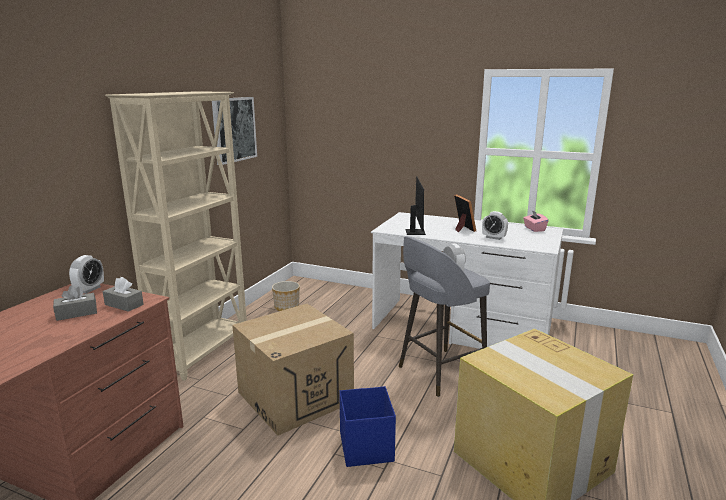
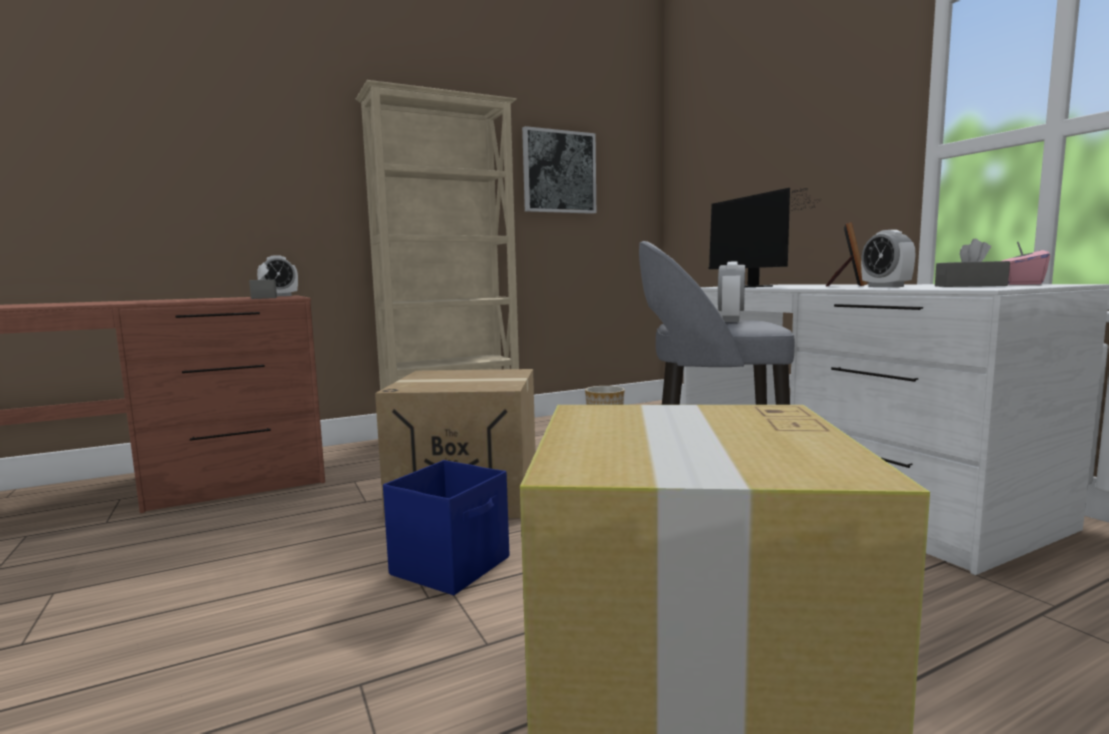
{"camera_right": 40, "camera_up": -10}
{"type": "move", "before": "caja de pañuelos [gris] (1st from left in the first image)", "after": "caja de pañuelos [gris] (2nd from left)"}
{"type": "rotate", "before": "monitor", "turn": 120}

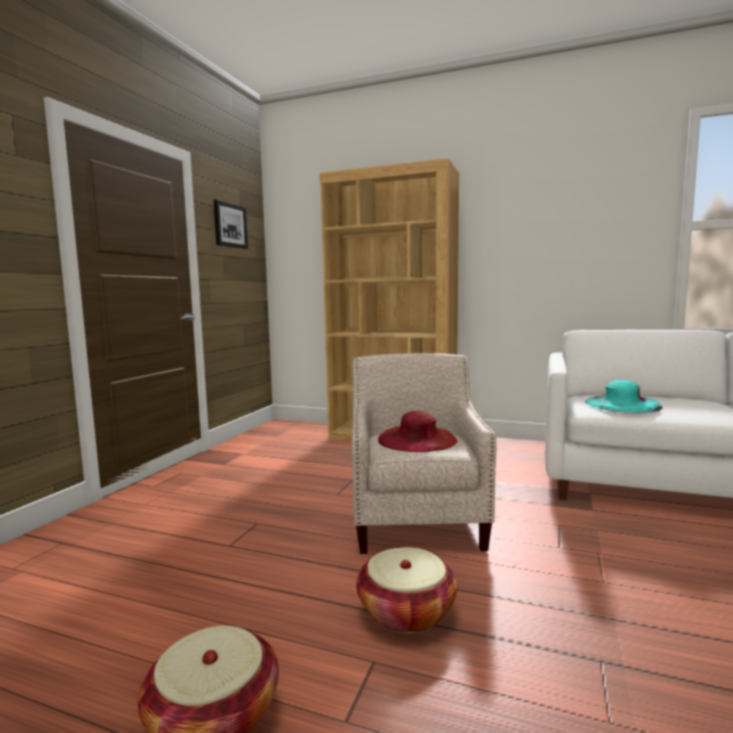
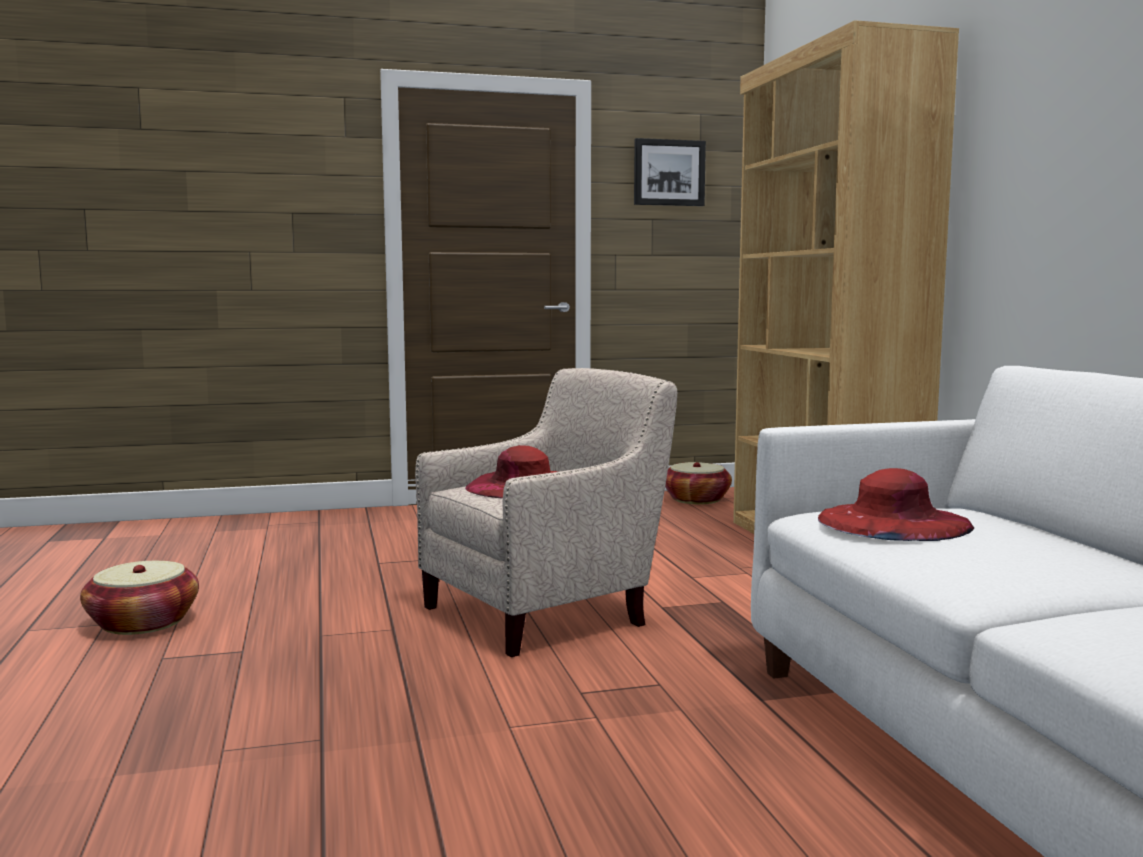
{"camera_right": 55, "camera_up": 0}
{"type": "move", "before": "cesta (2nd from left)"}
{"type": "recolor", "before": "sombrero [turquesa]", "after": "sombrero [rojo] (2nd from left)"}

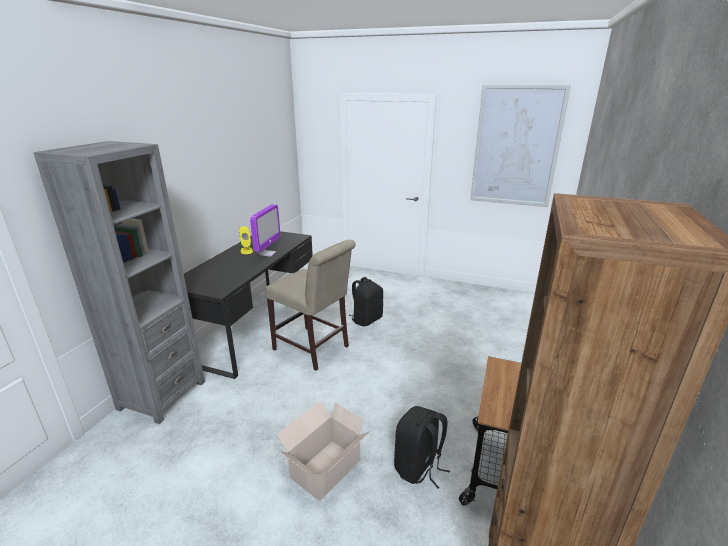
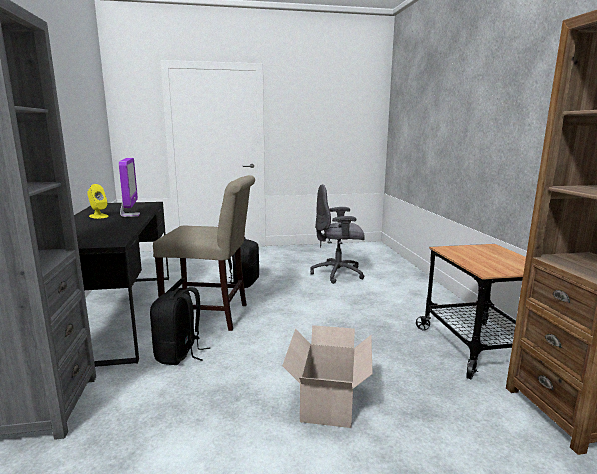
{"camera_right": -30, "camera_up": -10}
{"type": "delete", "before": "cuadro"}
{"type": "insert", "after": "silla de oficina [gris]"}
{"type": "move", "before": "mochila [negro] (2nd from left in the first image)", "after": "mochila [negro] (1st from left)"}

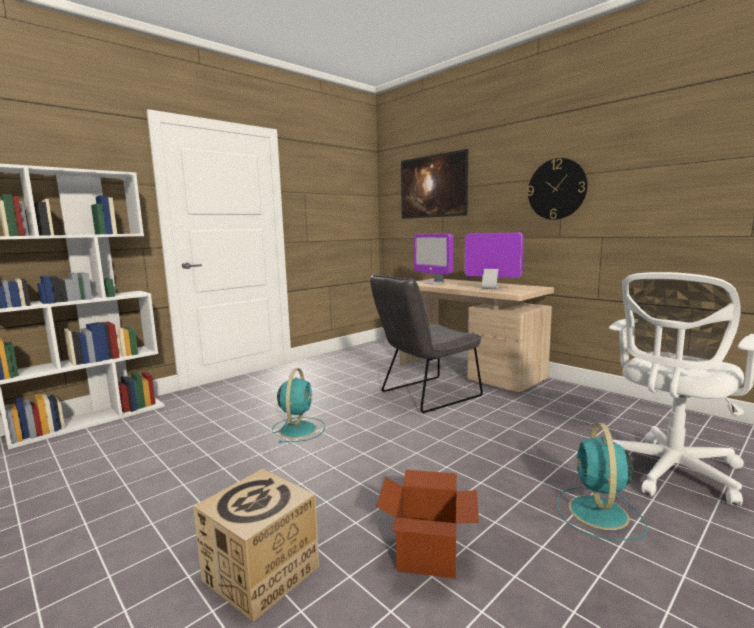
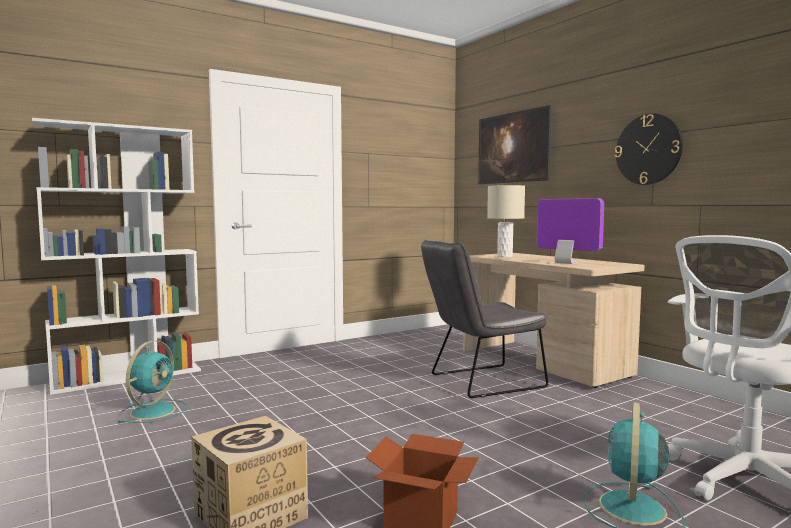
{"camera_right": 10, "camera_up": -5}
{"type": "move", "before": "ventilador [turquesa] (1st from left)"}
{"type": "replace", "before": "monitor (1st from left)", "after": "lámpara de mesa [beis]"}

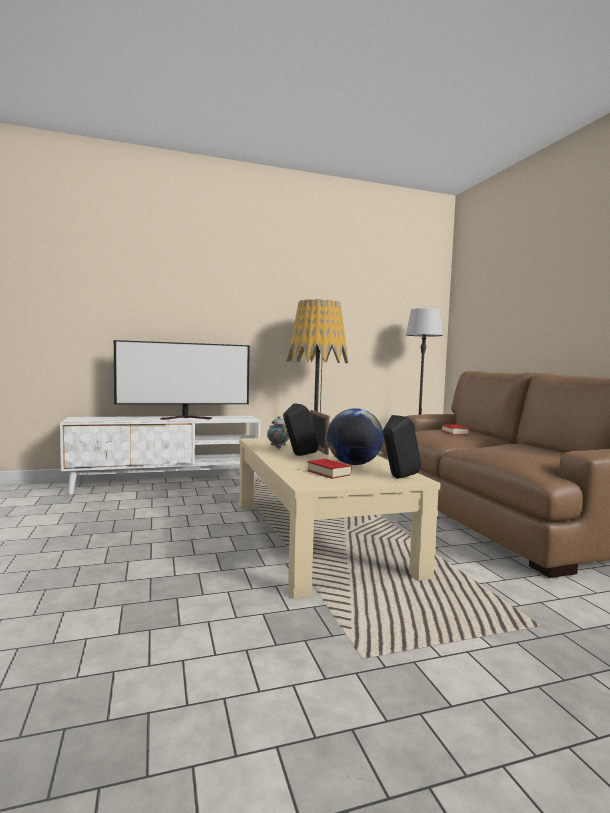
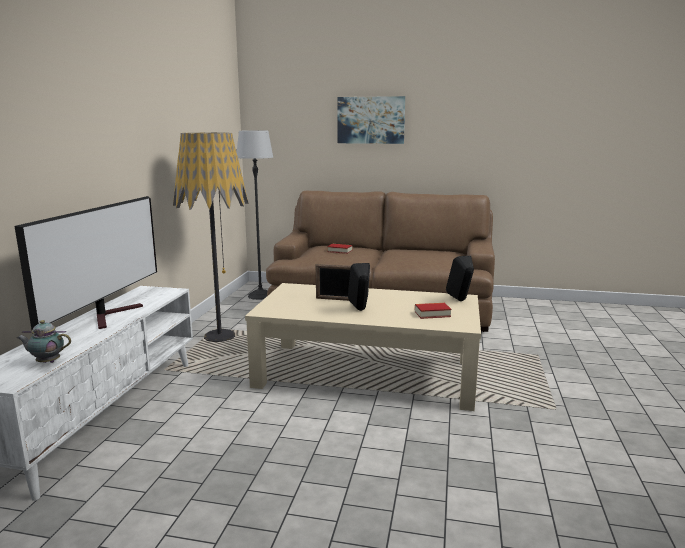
{"camera_right": -60, "camera_up": 10}
{"type": "delete", "before": "globo terráqueo"}
{"type": "insert", "after": "cuadro"}
{"type": "move", "before": "tetera"}

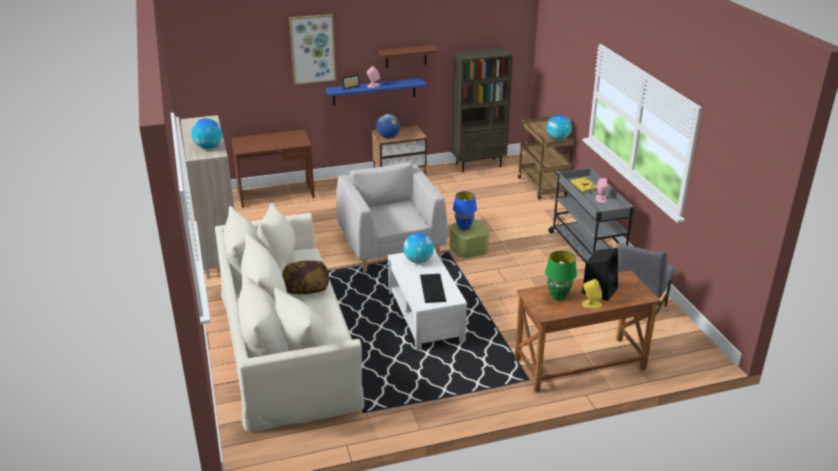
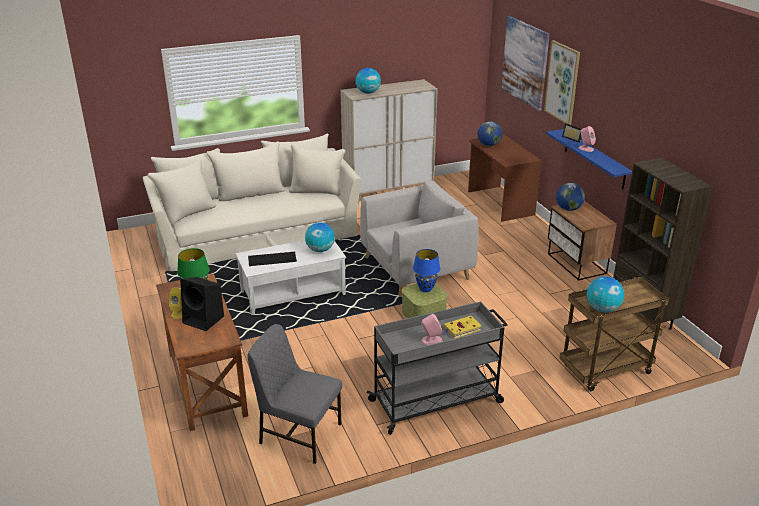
{"camera_right": 85, "camera_up": 0}
{"type": "delete", "before": "cojín"}
{"type": "delete", "before": "estante [marrón]"}
{"type": "insert", "after": "globo terráqueo (3rd from left)"}
{"type": "insert", "after": "cuadro (1st from left)"}

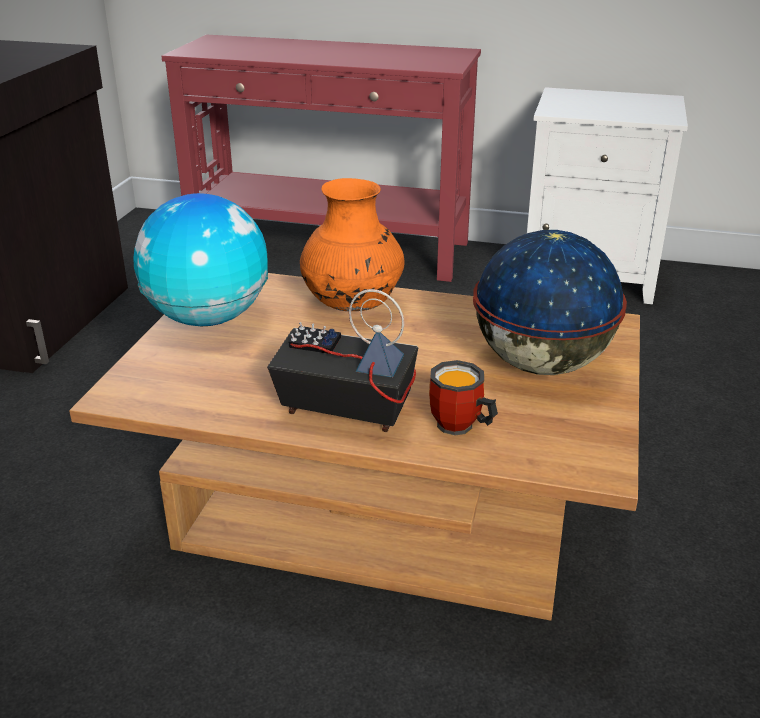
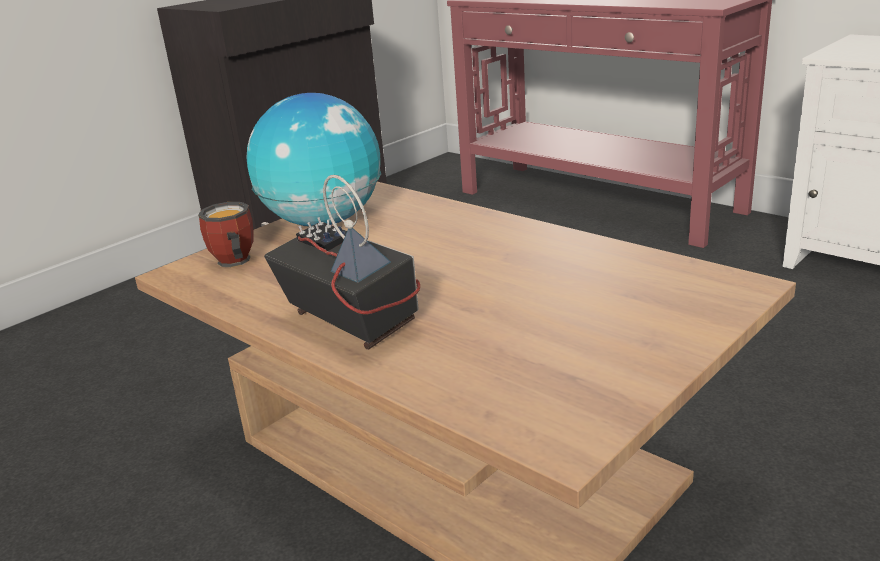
{"camera_right": 30, "camera_up": -5}
{"type": "delete", "before": "florero [naranja]"}
{"type": "delete", "before": "globo terráqueo (2nd from left)"}
{"type": "move", "before": "taza grande"}

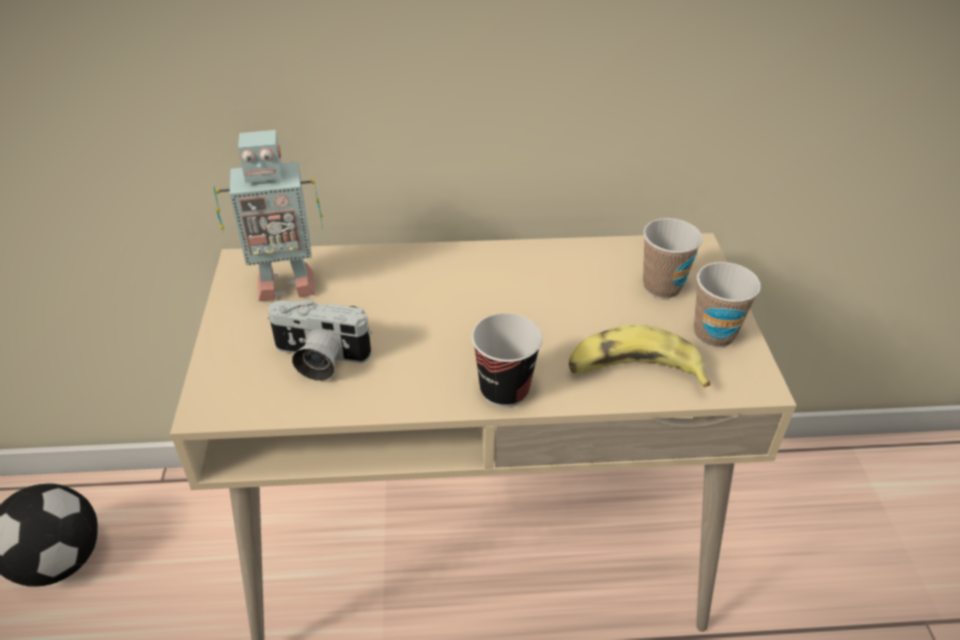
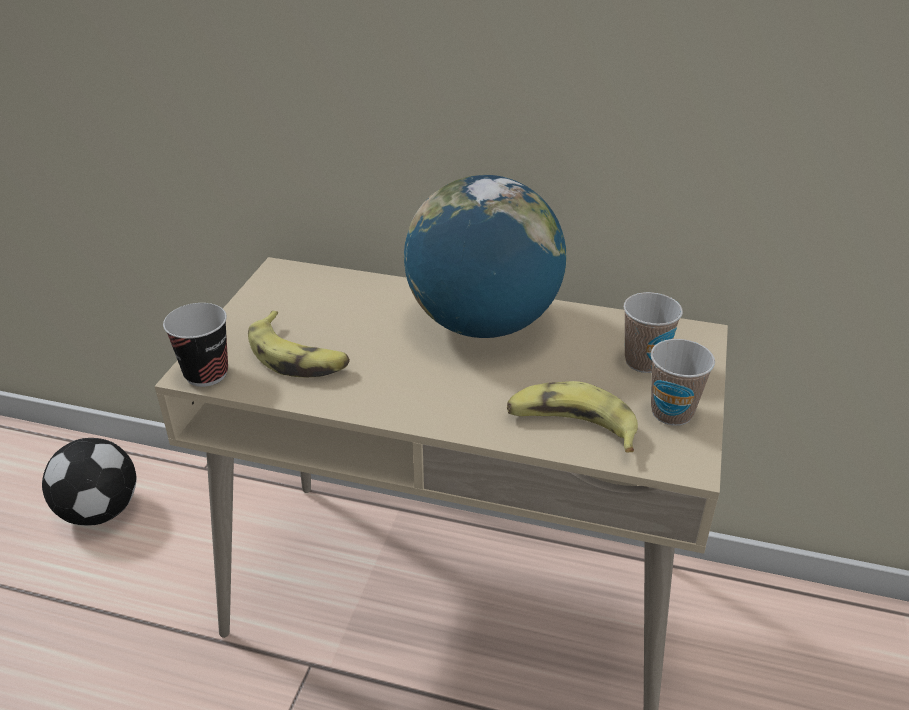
{"camera_right": 20, "camera_up": -5}
{"type": "delete", "before": "robot de juguete"}
{"type": "insert", "after": "globo terráqueo"}
{"type": "move", "before": "taza (1st from left)"}
{"type": "replace", "before": "cámara", "after": "plátano (1st from left)"}

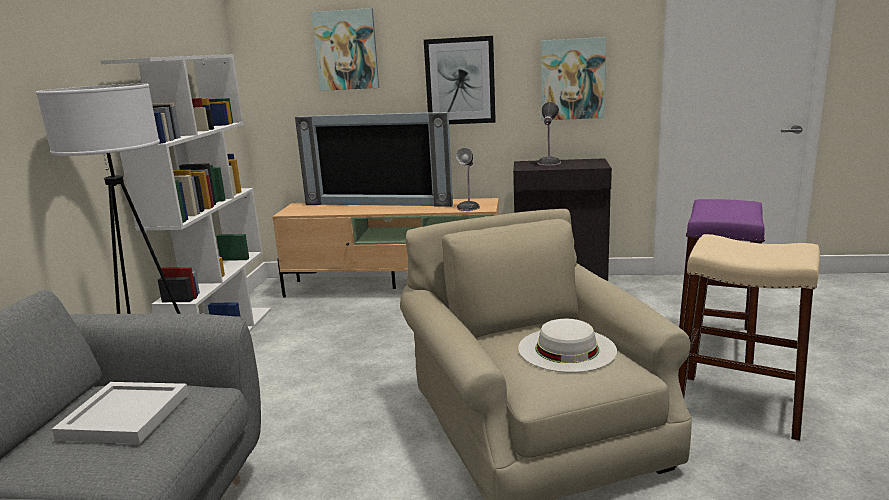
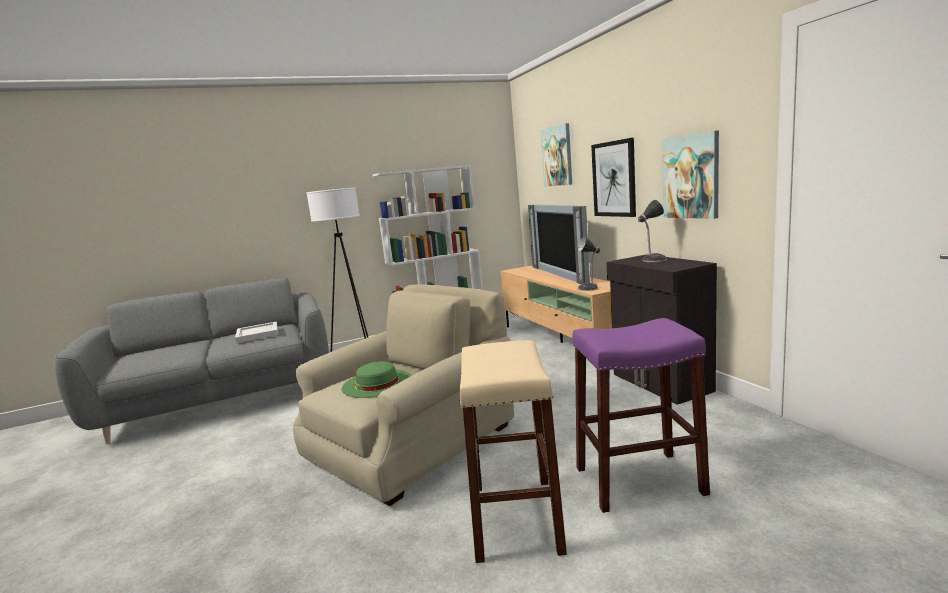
{"camera_right": 60, "camera_up": -5}
{"type": "recolor", "before": "sombrero [blanco]", "after": "sombrero [verde]"}

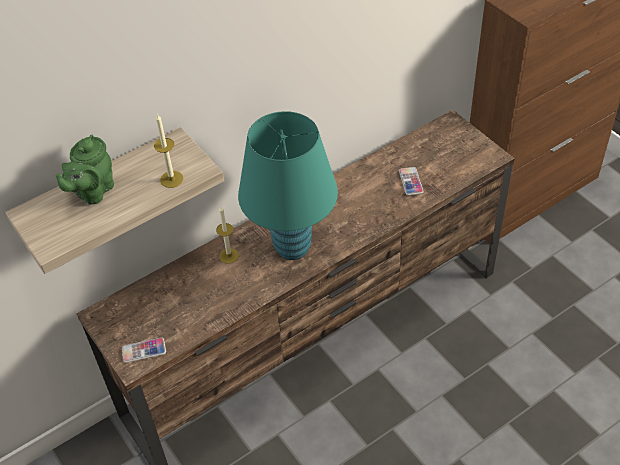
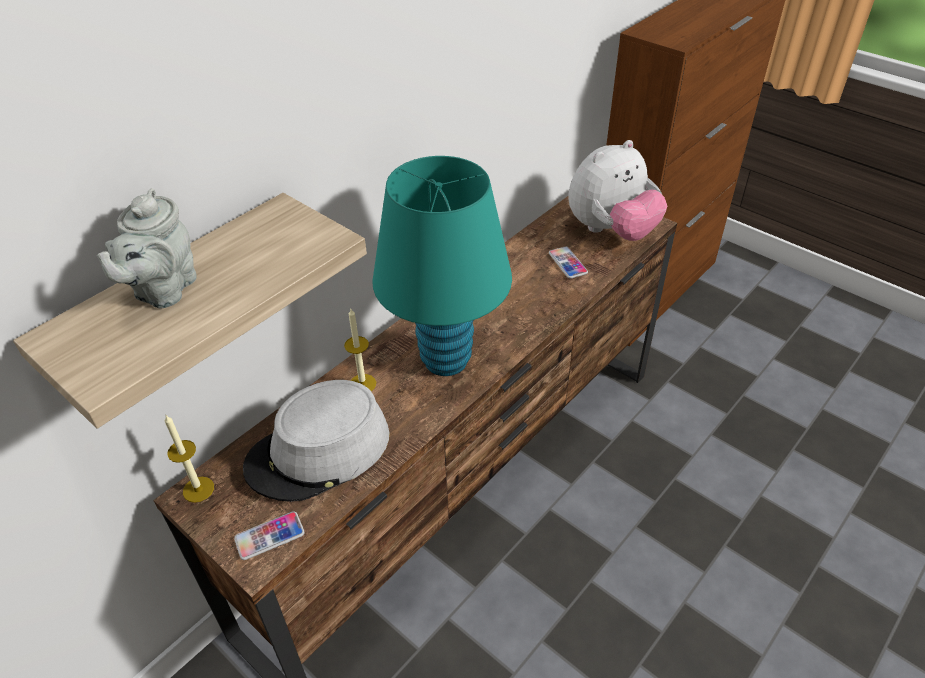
{"camera_right": -15, "camera_up": -5}
{"type": "insert", "after": "sombrero [gris]"}
{"type": "insert", "after": "peluche"}
{"type": "move", "before": "vela (1st from left)"}
{"type": "recolor", "before": "tetera [verde]", "after": "tetera [gris]"}

